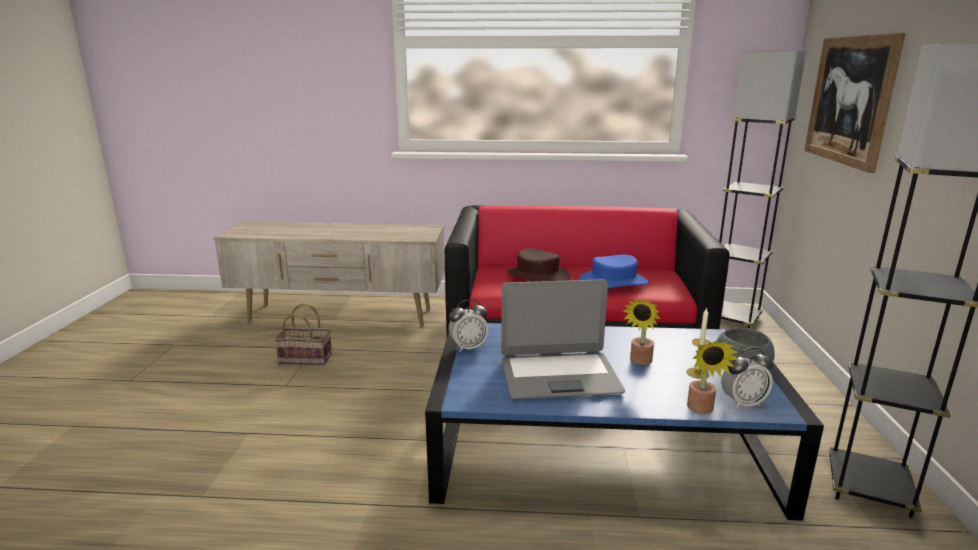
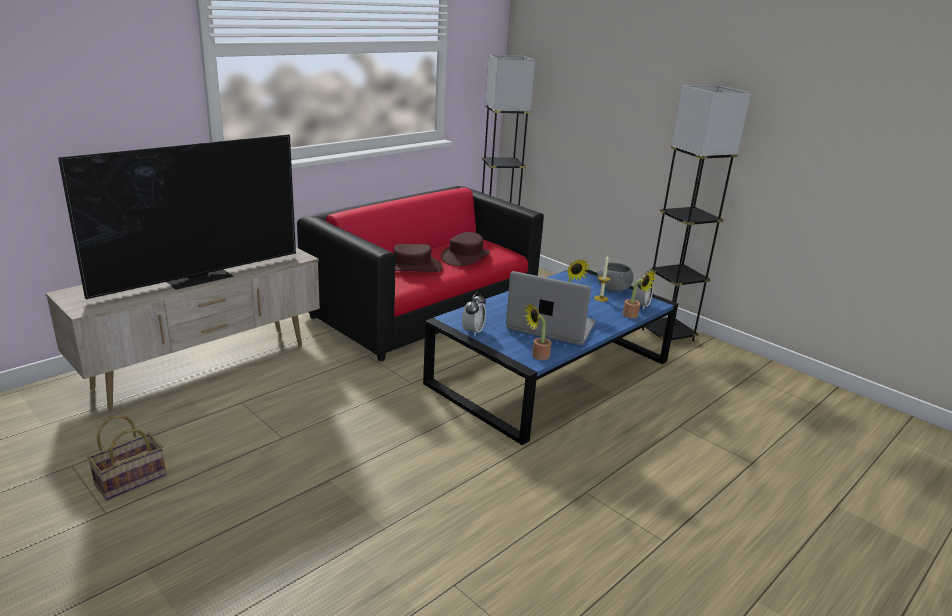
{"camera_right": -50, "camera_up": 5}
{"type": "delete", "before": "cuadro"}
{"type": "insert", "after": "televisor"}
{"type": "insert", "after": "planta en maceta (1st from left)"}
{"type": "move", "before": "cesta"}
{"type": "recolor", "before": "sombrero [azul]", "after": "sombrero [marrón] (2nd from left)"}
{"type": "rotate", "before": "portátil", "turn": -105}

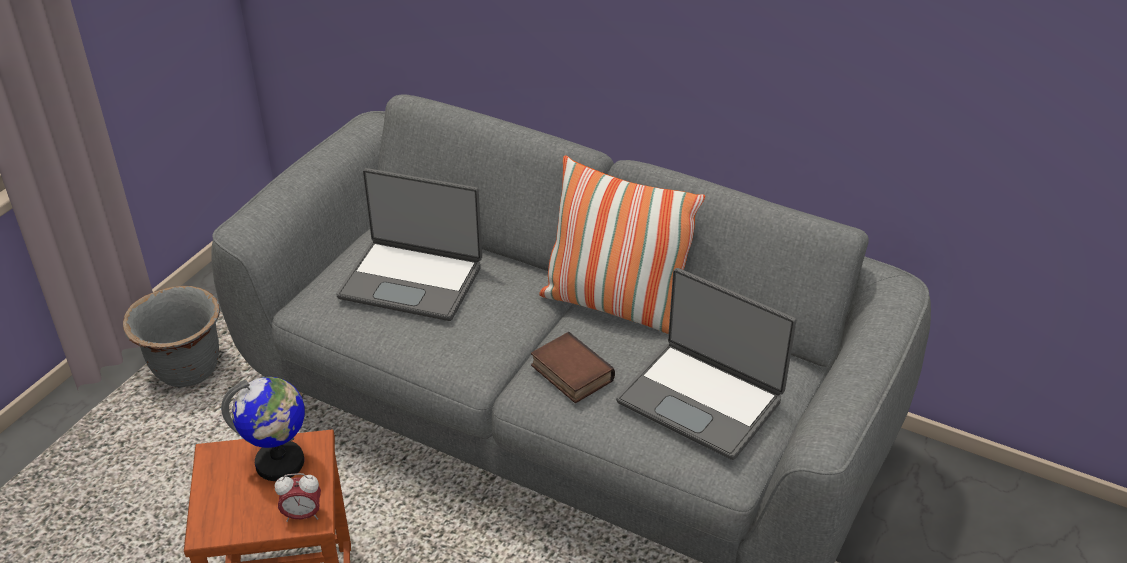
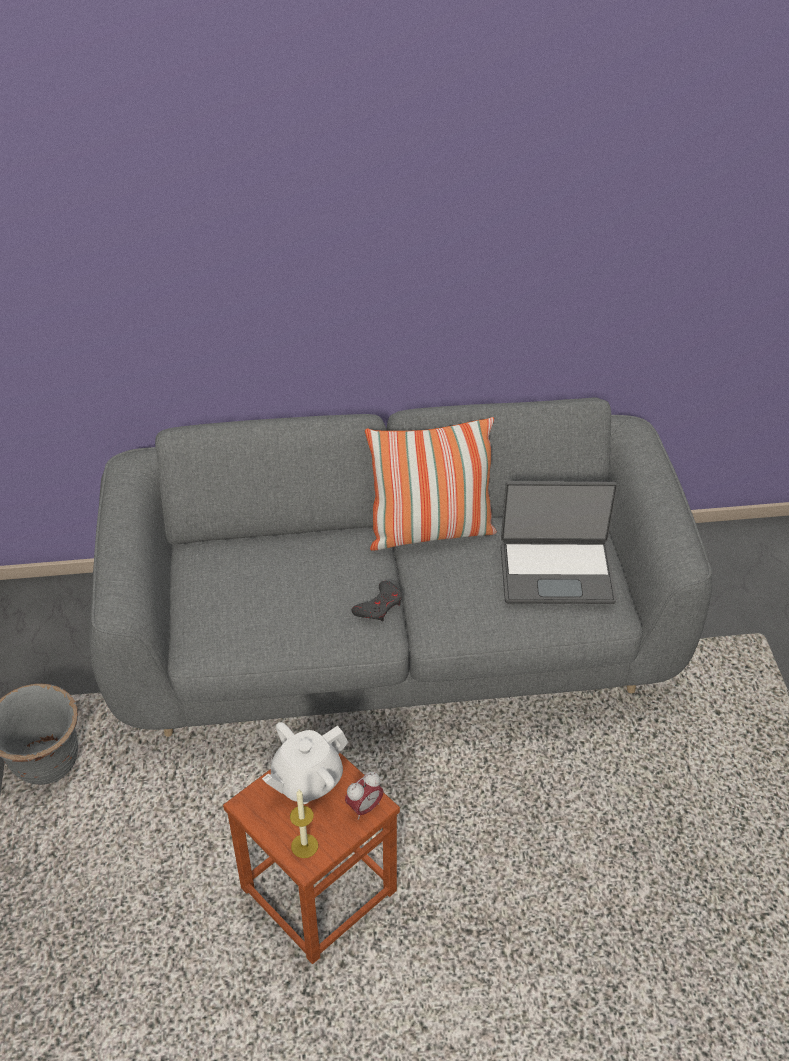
{"camera_right": -35, "camera_up": 5}
{"type": "delete", "before": "portátil (1st from left)"}
{"type": "delete", "before": "libro"}
{"type": "insert", "after": "vela"}
{"type": "insert", "after": "mando de consola [gris]"}
{"type": "replace", "before": "globo terráqueo", "after": "tetera [blanco]"}

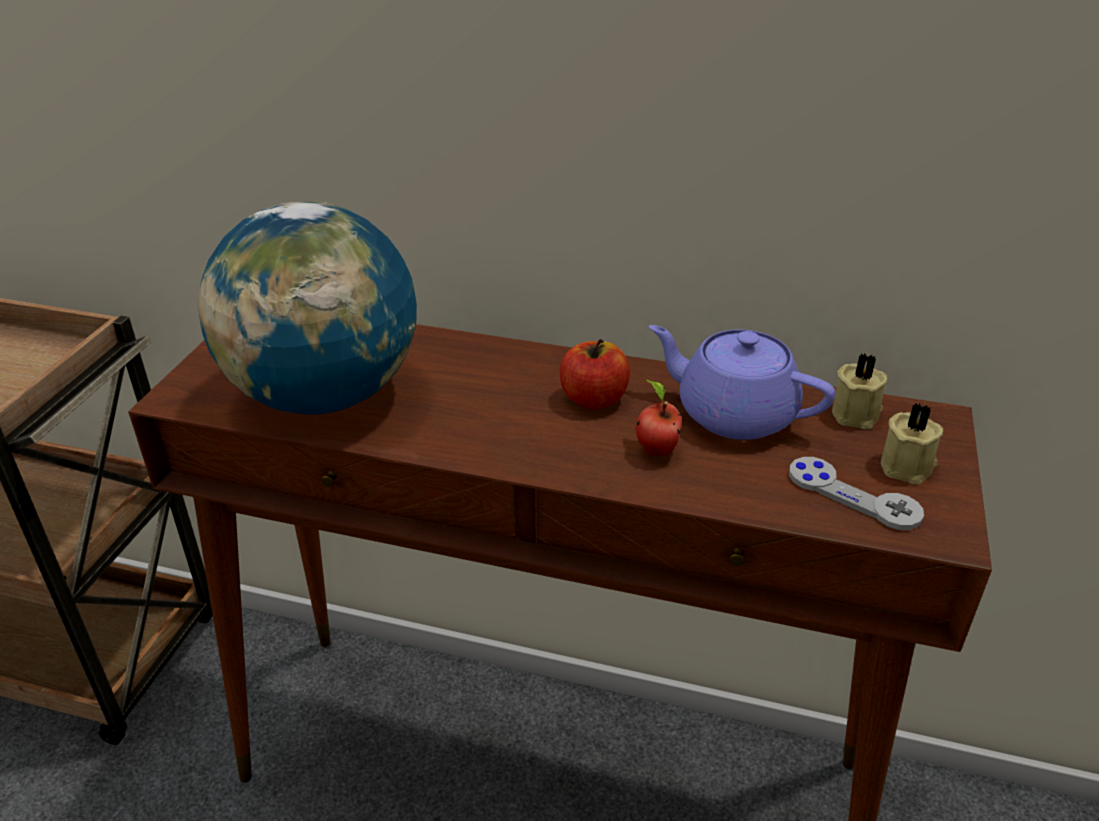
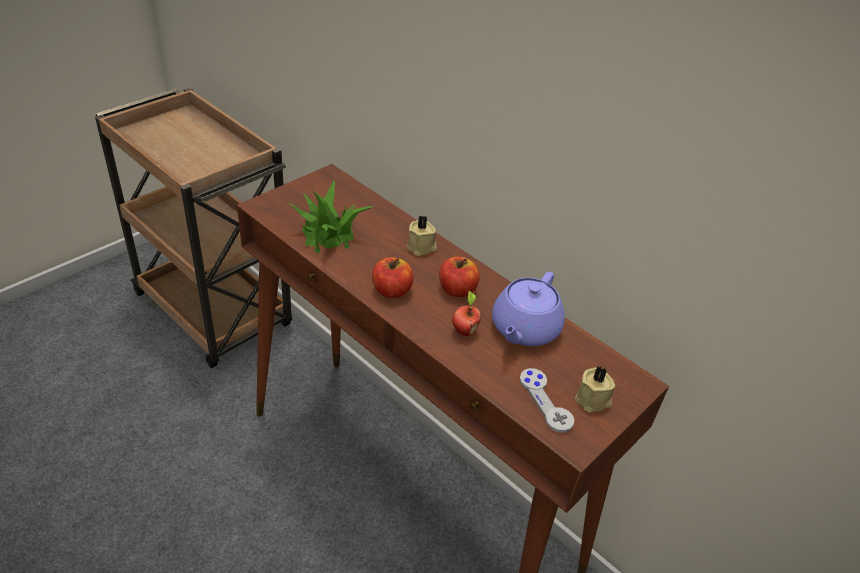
{"camera_right": 25, "camera_up": 5}
{"type": "insert", "after": "manzana (1st from left)"}
{"type": "move", "before": "vela [beis] (1st from left)"}
{"type": "replace", "before": "globo terráqueo", "after": "planta en maceta"}
{"type": "rotate", "before": "tetera [morado]", "turn": -120}

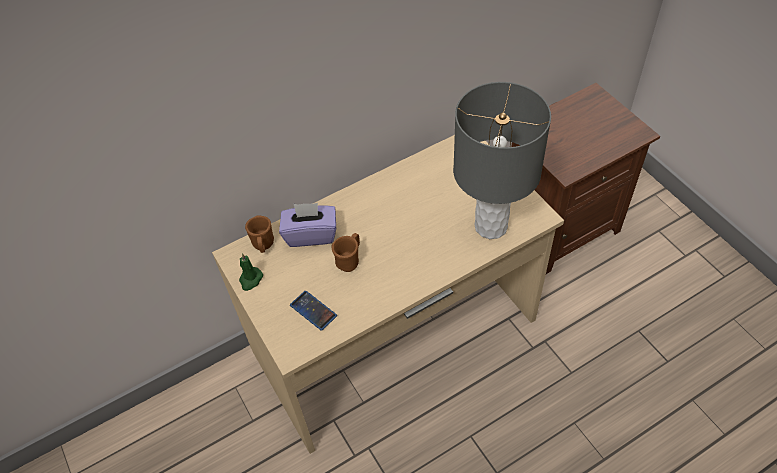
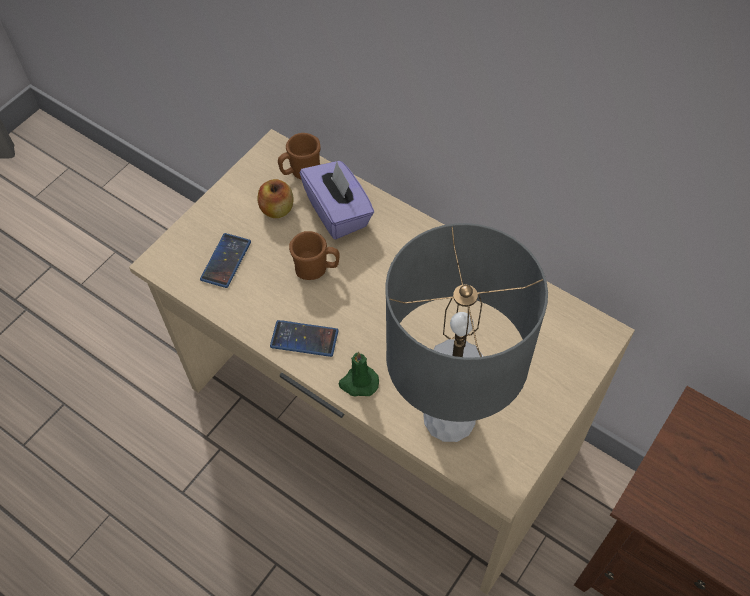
{"camera_right": 65, "camera_up": 5}
{"type": "insert", "after": "manzana"}
{"type": "insert", "after": "móvil (2nd from left)"}
{"type": "move", "before": "vela [verde]"}

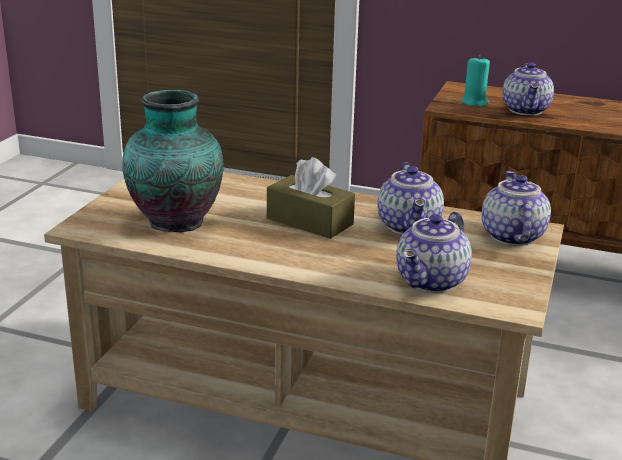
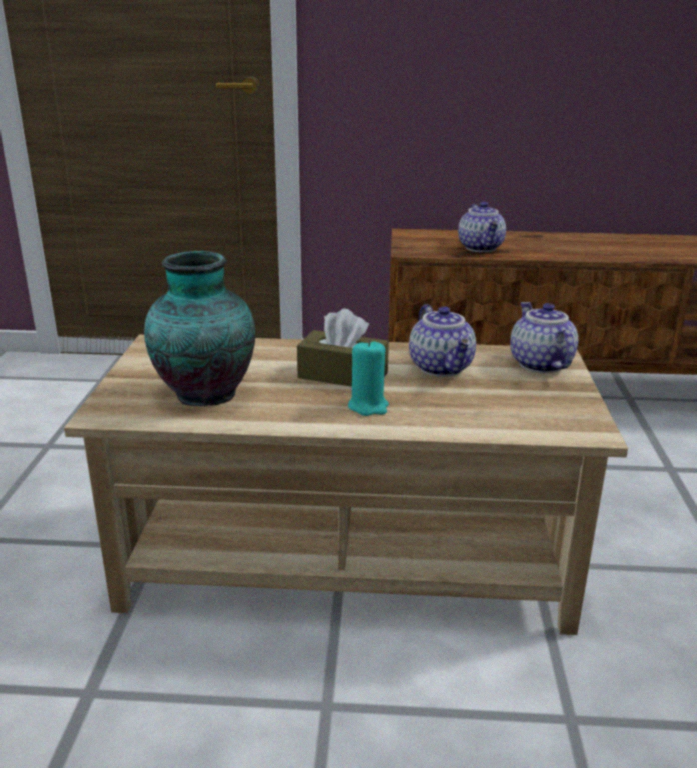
{"camera_right": -15, "camera_up": 0}
{"type": "delete", "before": "tetera (2nd from left)"}
{"type": "move", "before": "vela [turquesa]"}

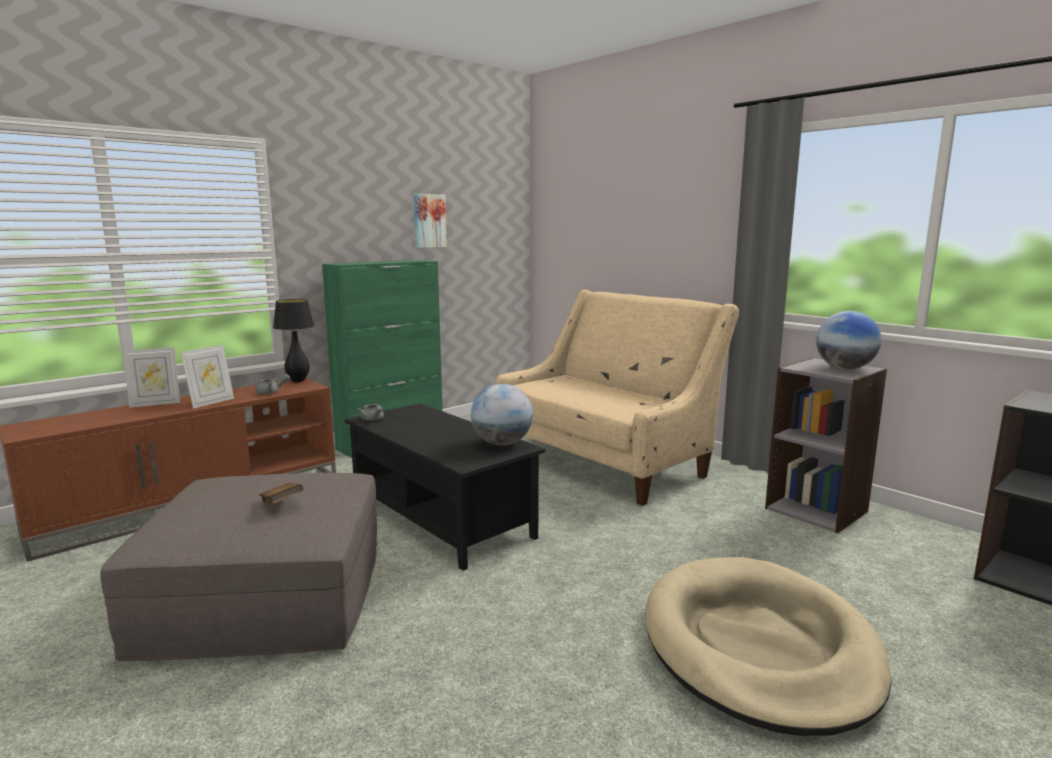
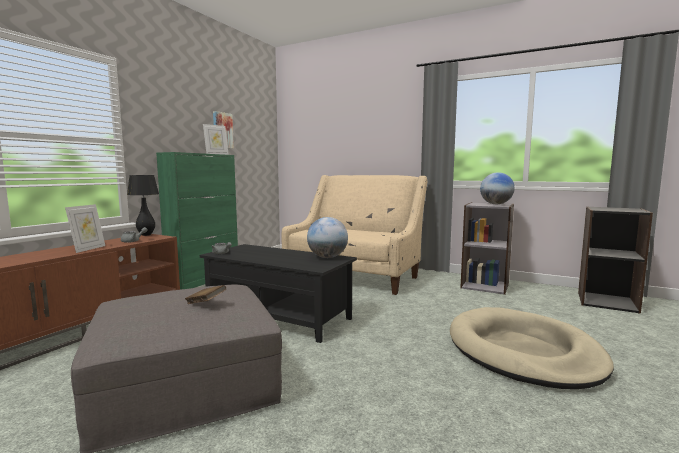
{"camera_right": -20, "camera_up": -5}
{"type": "move", "before": "portarretratos (1st from left in the first image)", "after": "portarretratos (2nd from left)"}

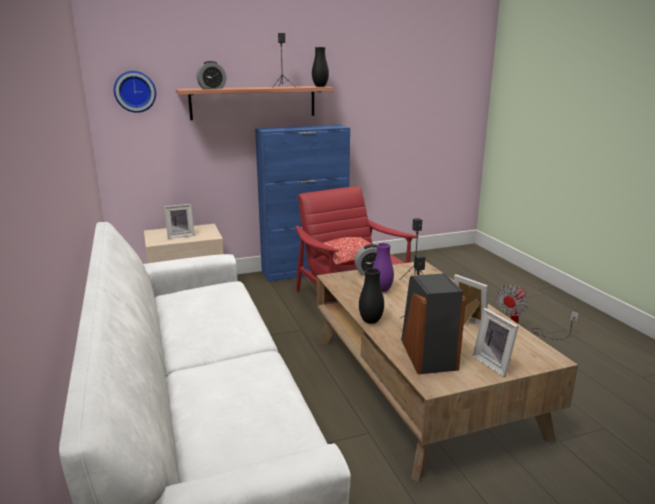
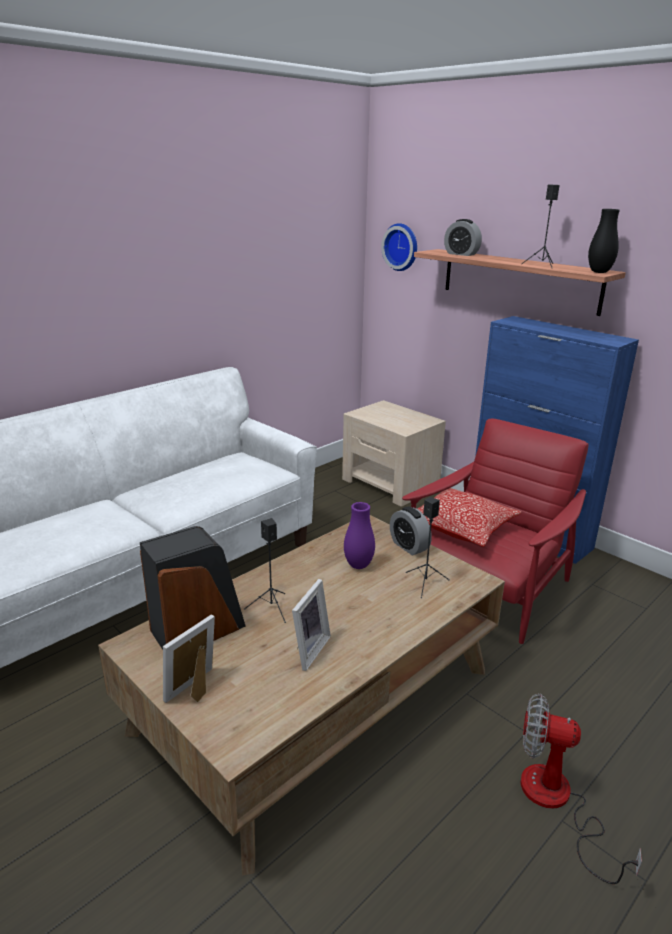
{"camera_right": 65, "camera_up": 5}
{"type": "delete", "before": "portarretratos (1st from left)"}
{"type": "delete", "before": "florero [negro] (2nd from left)"}

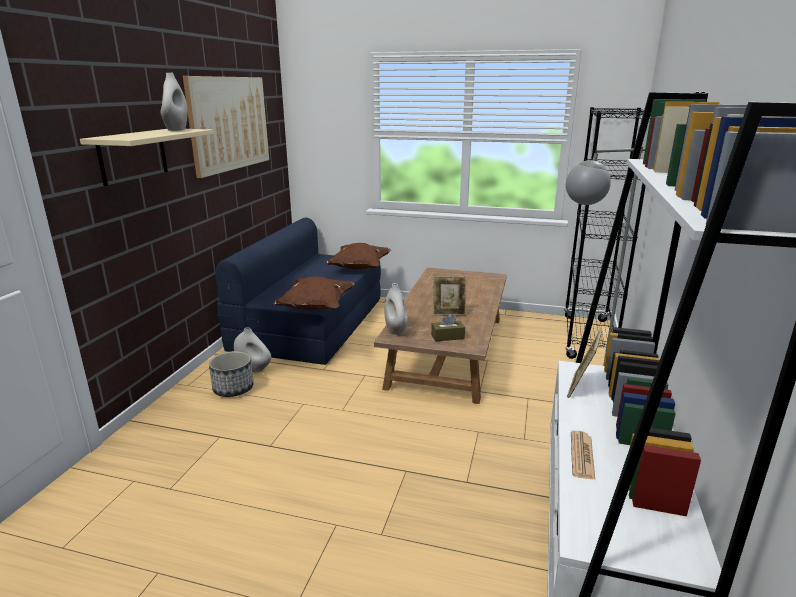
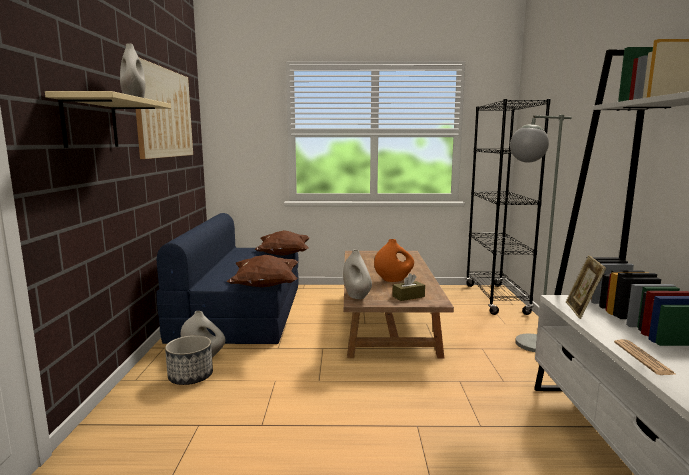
{"camera_right": -15, "camera_up": -10}
{"type": "replace", "before": "portarretratos (1st from left)", "after": "florero [naranja]"}

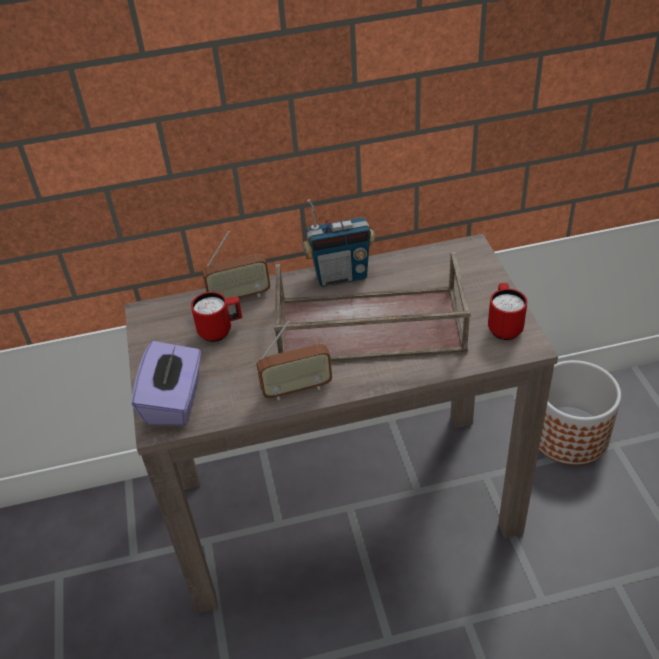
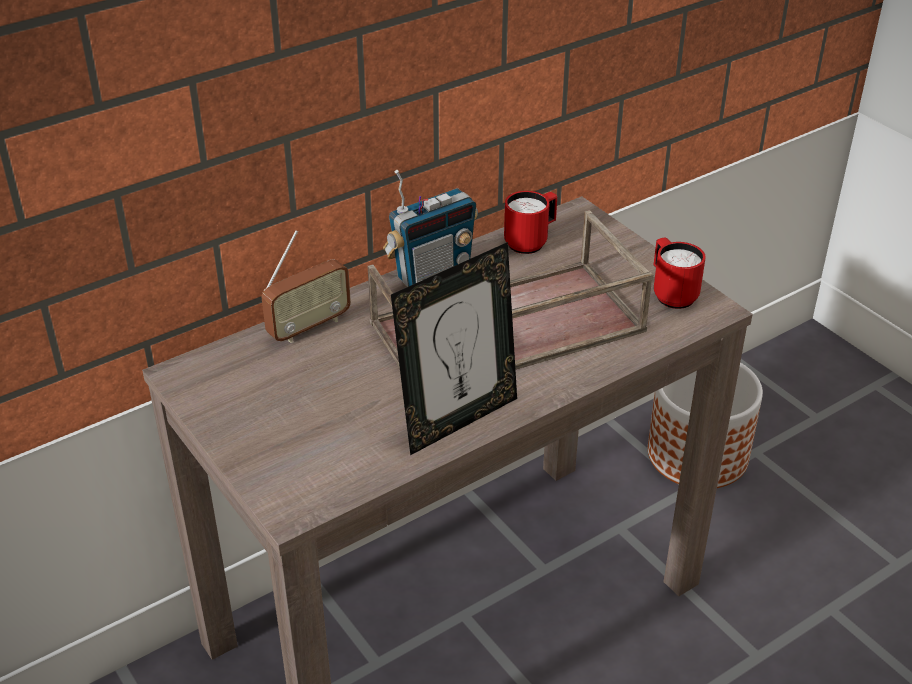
{"camera_right": -25, "camera_up": -5}
{"type": "delete", "before": "caja de pañuelos [morado]"}
{"type": "move", "before": "taza grande [rojo] (1st from left)"}
{"type": "replace", "before": "radio (2nd from left)", "after": "portarretratos"}

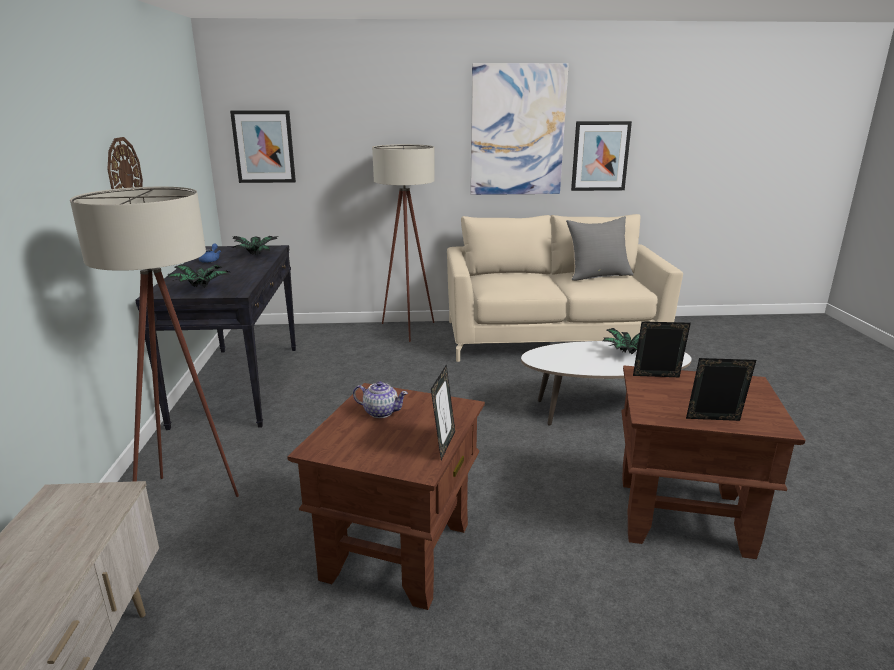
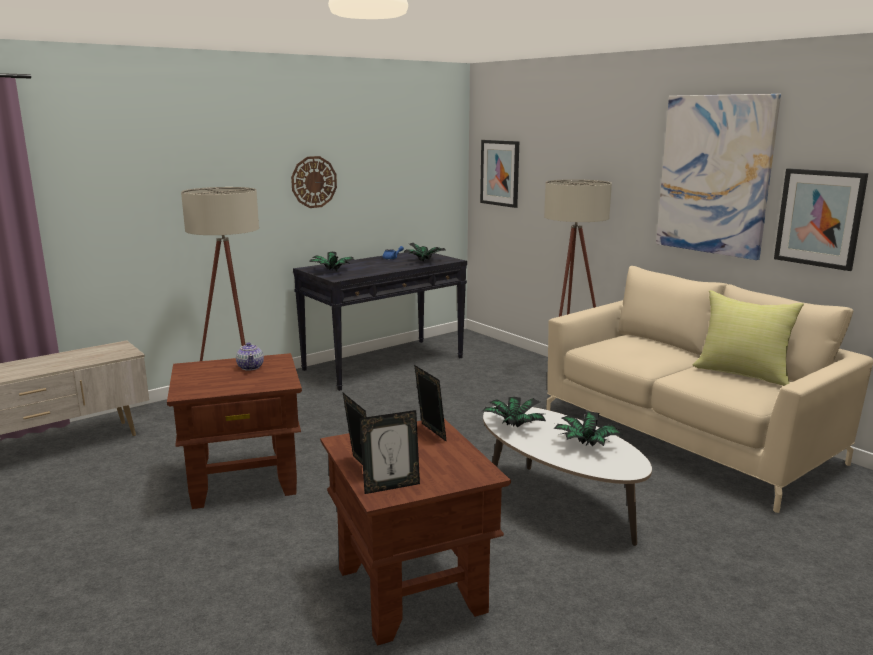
{"camera_right": 55, "camera_up": -5}
{"type": "insert", "after": "planta en maceta (3rd from left)"}
{"type": "move", "before": "portarretratos (1st from left in the first image)", "after": "portarretratos (2nd from left)"}
{"type": "recolor", "before": "cojín [gris]", "after": "cojín [amarillo]"}

